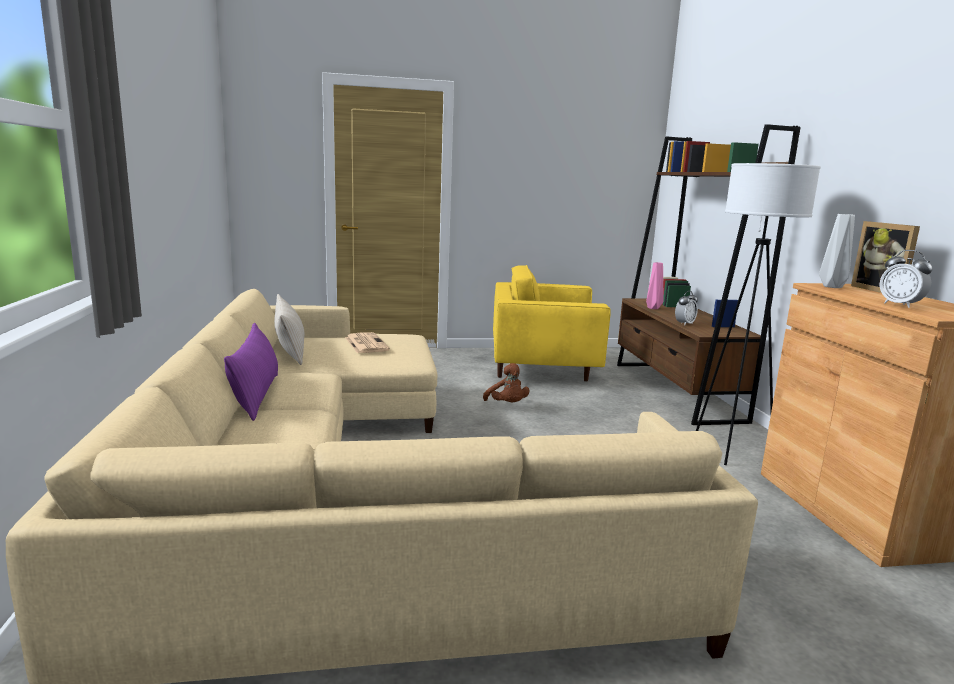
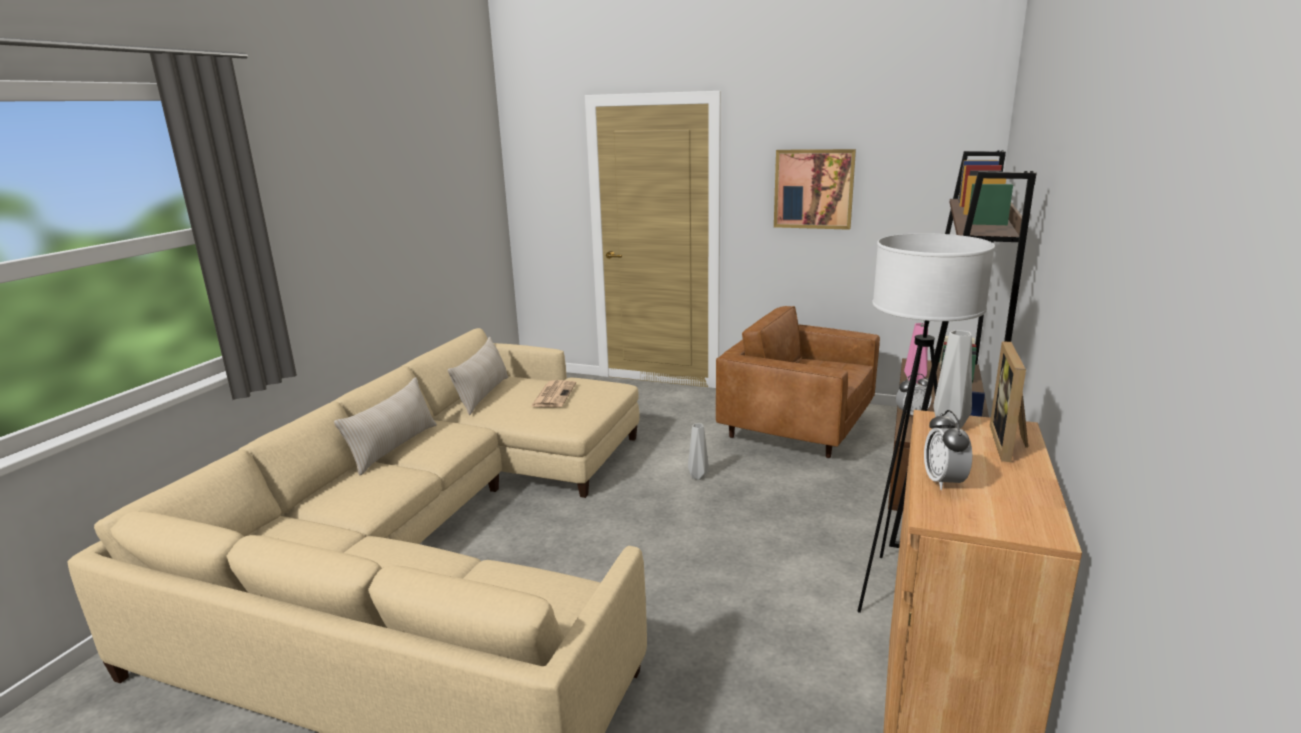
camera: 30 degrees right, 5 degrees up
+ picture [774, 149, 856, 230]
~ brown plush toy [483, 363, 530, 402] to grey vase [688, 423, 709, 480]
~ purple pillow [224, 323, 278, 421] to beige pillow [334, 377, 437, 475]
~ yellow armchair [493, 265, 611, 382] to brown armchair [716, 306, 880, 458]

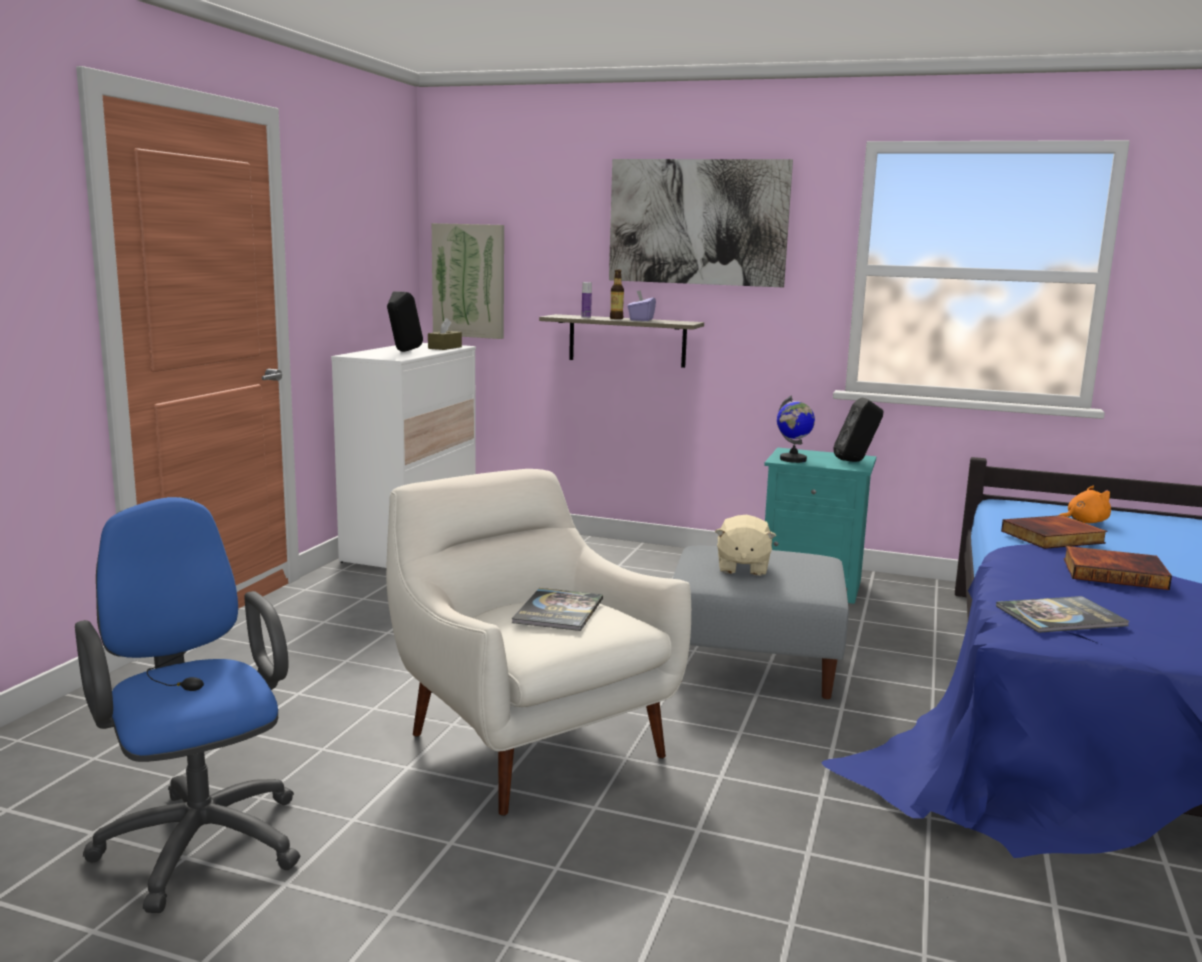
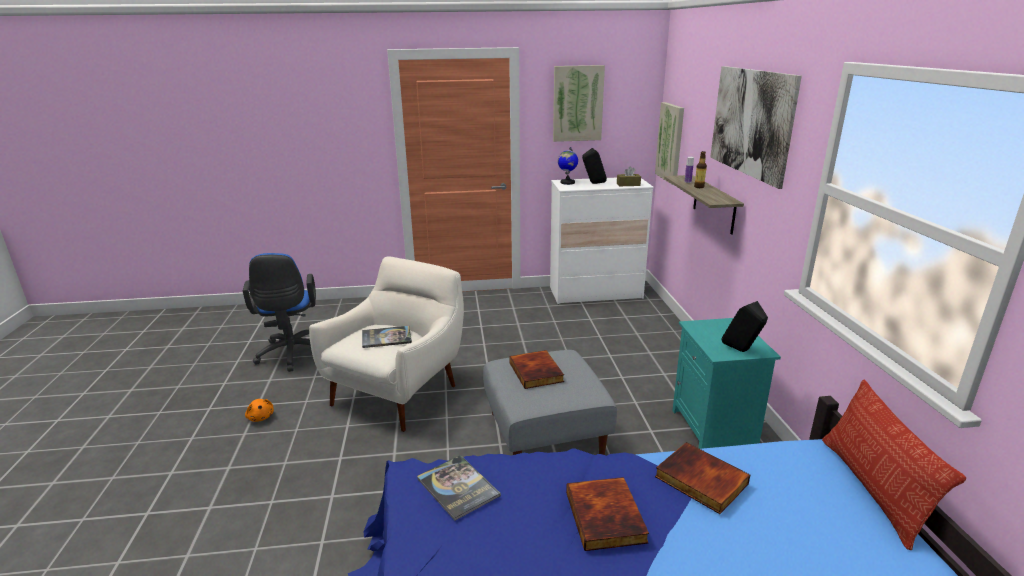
camera: 65 degrees right, 10 degrees up
- purple tissue box [628, 290, 656, 321]
+ picture [553, 65, 605, 142]
+ pillow [822, 379, 966, 550]
~ globe [777, 395, 815, 463] to [558, 147, 578, 185]
~ orange plush toy [1060, 486, 1111, 523] to [245, 399, 274, 422]
~ beige plush toy [715, 515, 776, 576] to book [509, 350, 564, 389]
~ blue office chair [75, 497, 300, 913] = [243, 253, 316, 372] 135 degrees clockwise

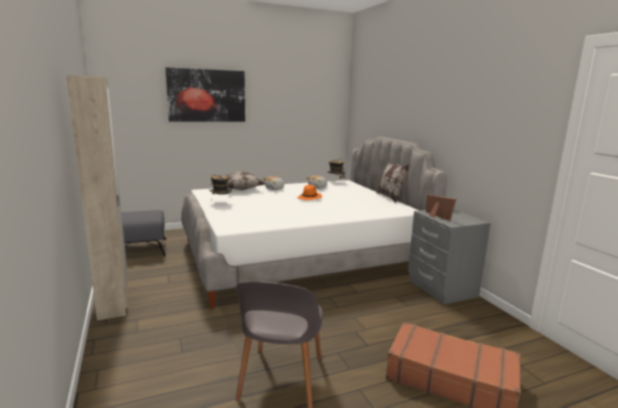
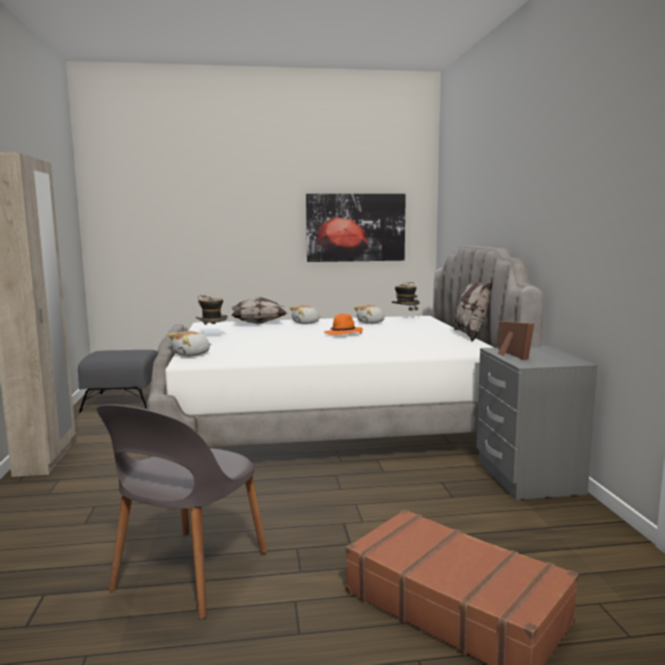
camera: 15 degrees right, 5 degrees down
+ plush toy [168, 331, 211, 357]
~ picture [165, 67, 245, 122] to [306, 194, 406, 262]

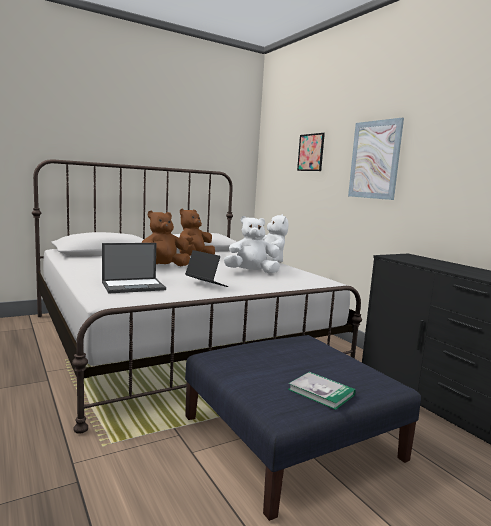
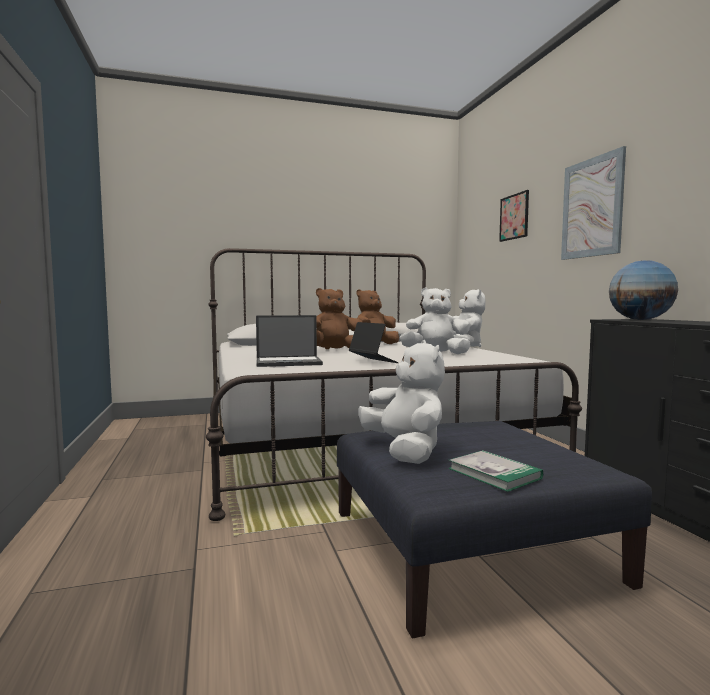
camera: 15 degrees right, 5 degrees down
+ white plush toy [358, 340, 445, 464]
+ globe [609, 260, 678, 320]

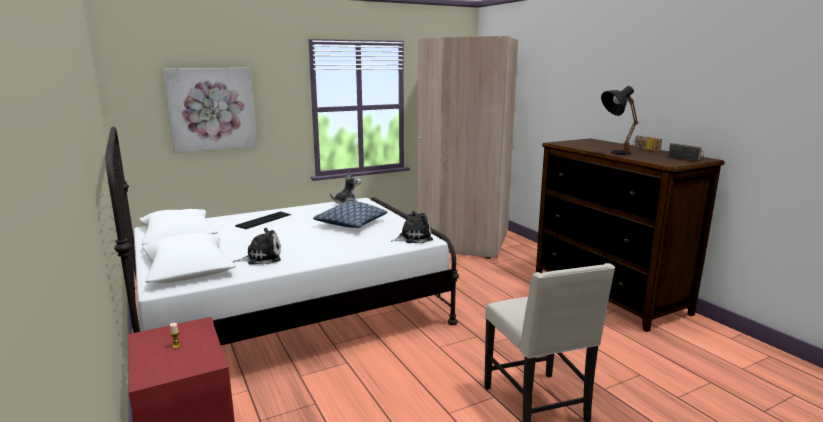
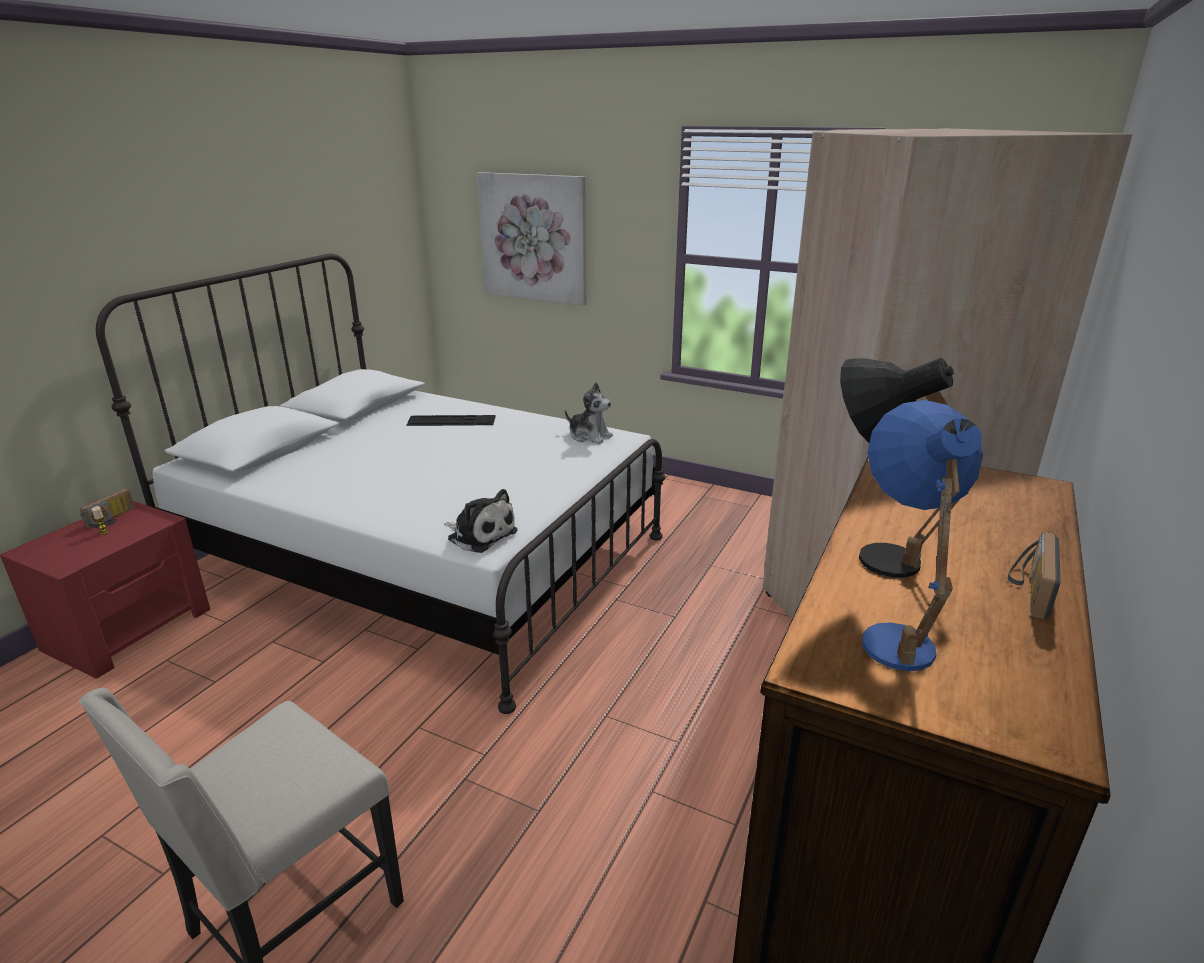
camera: 55 degrees right, 10 degrees up
- plush toy [233, 228, 281, 265]
- pillow [313, 201, 387, 228]
+ blue table lamp [862, 400, 983, 671]
~ radio [669, 143, 704, 161] to [80, 488, 135, 529]

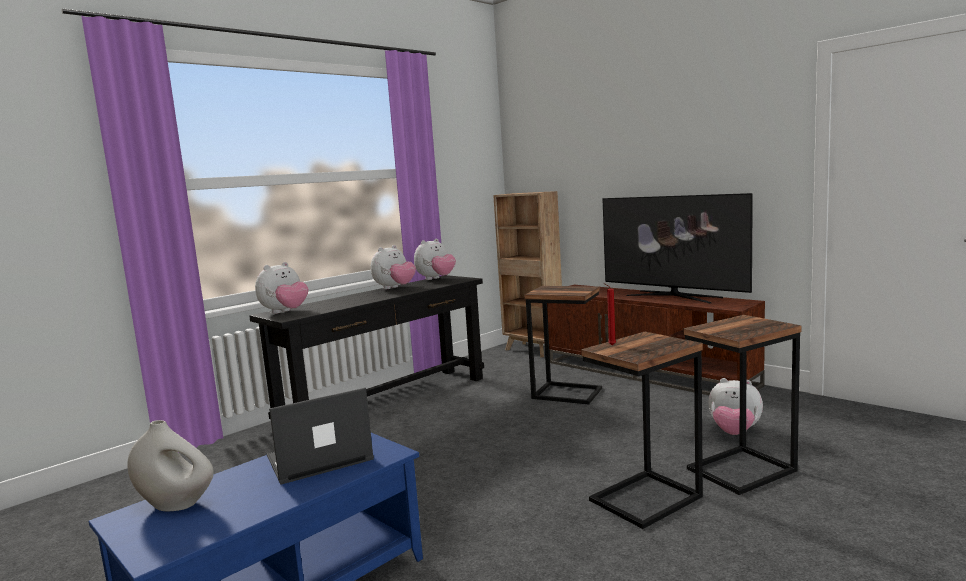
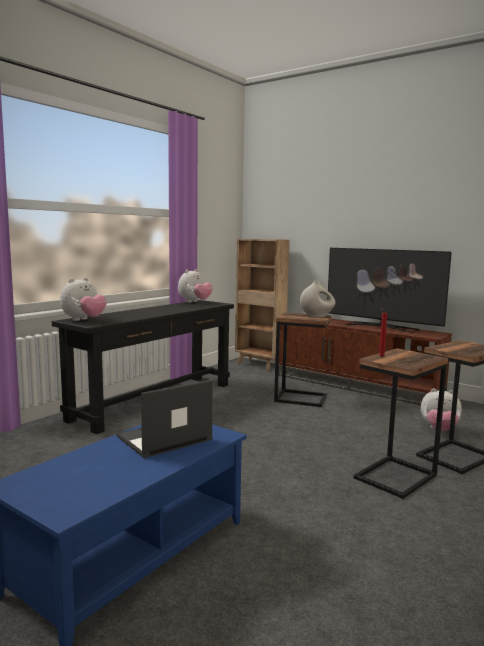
camera: 10 degrees left, 0 degrees up
- plush toy [371, 245, 416, 289]
~ white vase [127, 420, 214, 511] to [300, 281, 335, 317]

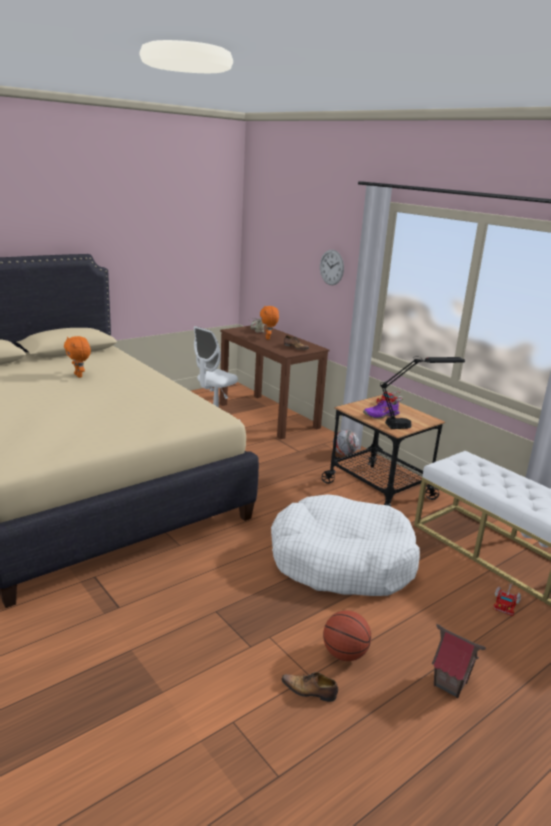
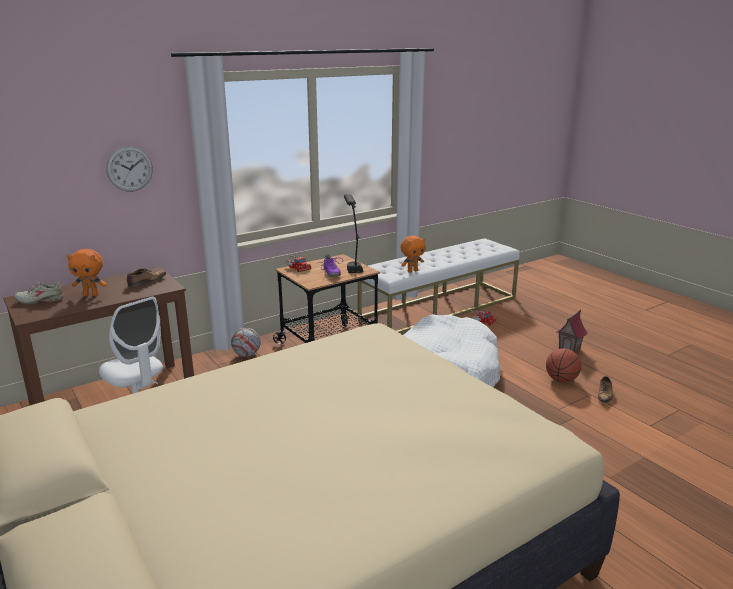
camera: 85 degrees left, 0 degrees up
~ orange plush toy [64, 336, 91, 378] to [401, 236, 426, 273]

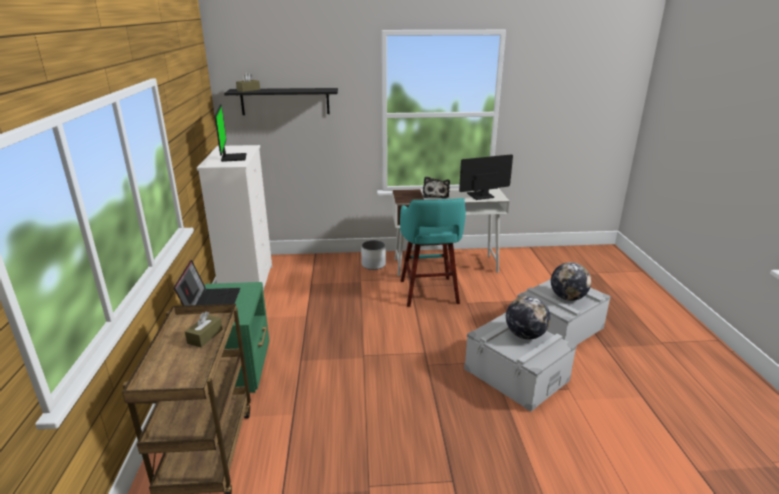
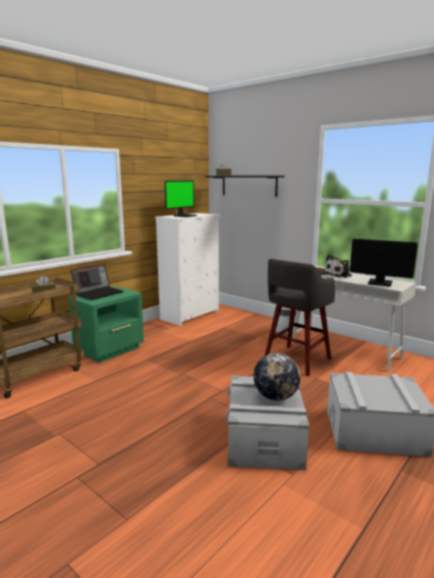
camera: 45 degrees right, 10 degrees down
- globe [551, 262, 591, 301]
~ turquoise stool [400, 198, 466, 307] to grey stool [265, 259, 335, 377]

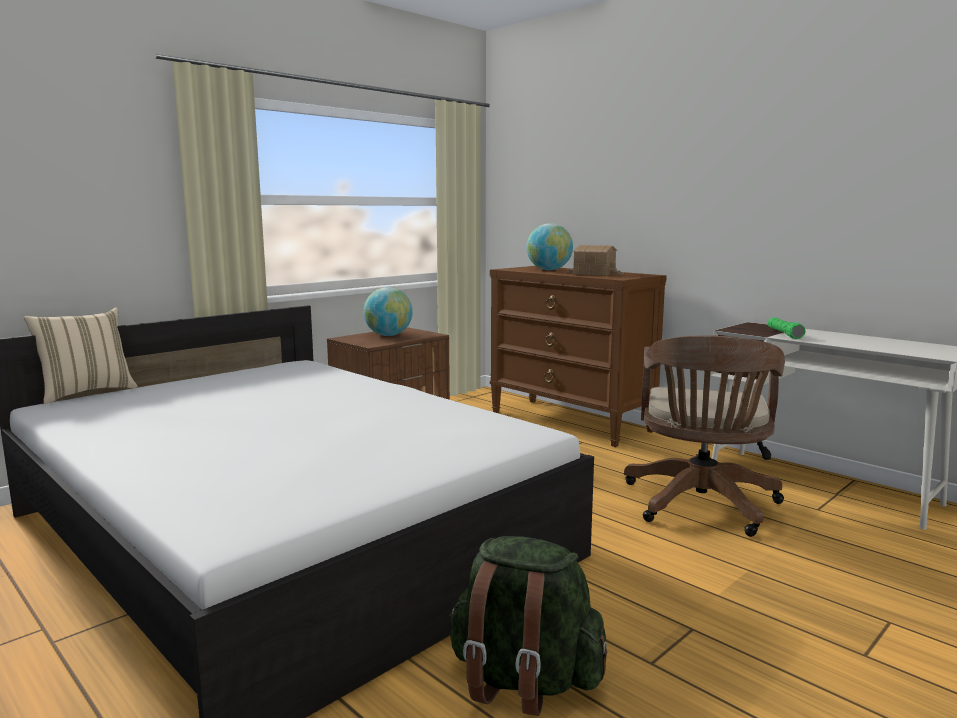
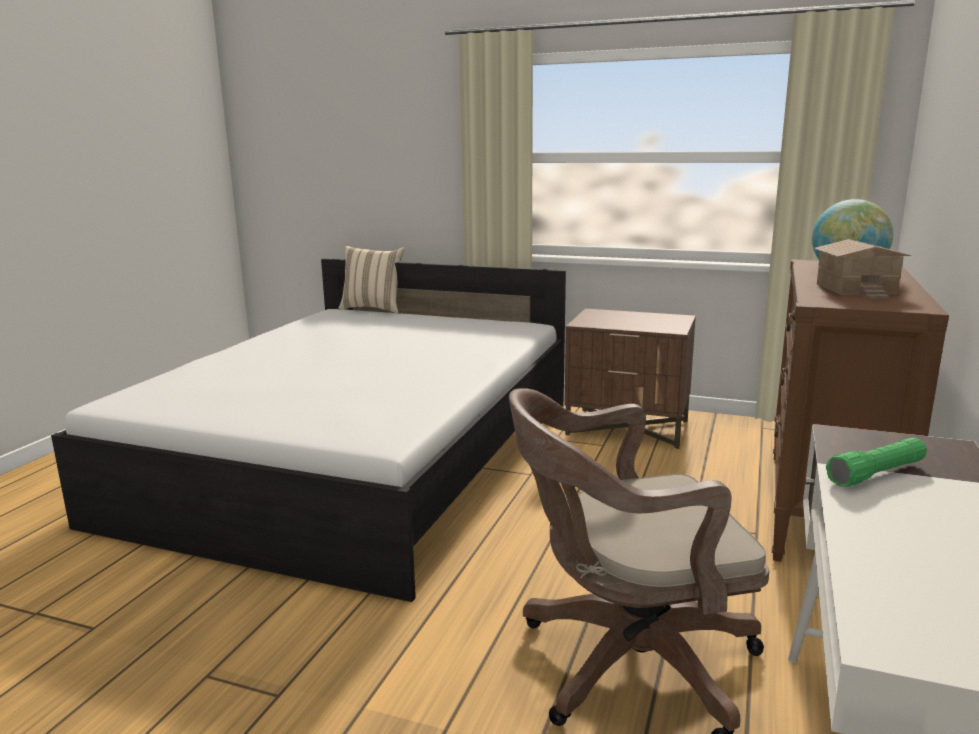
camera: 65 degrees right, 5 degrees up
- globe [363, 287, 413, 336]
- green backpack [449, 536, 607, 716]

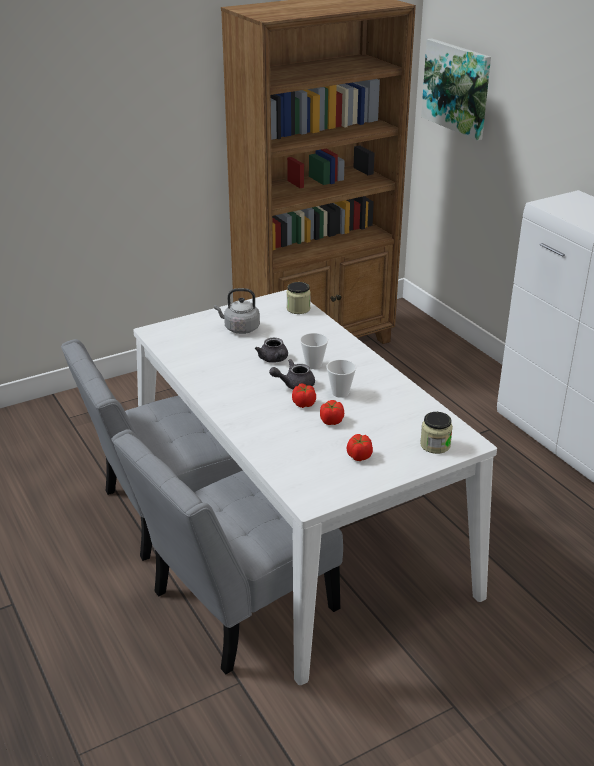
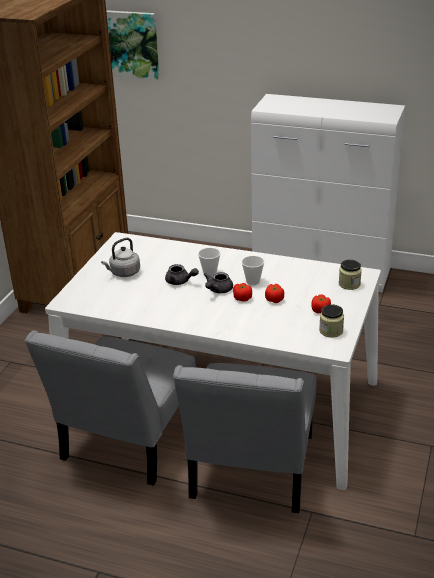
camera: 40 degrees left, 0 degrees up
~ jar [286, 282, 311, 314] to [319, 305, 344, 338]

